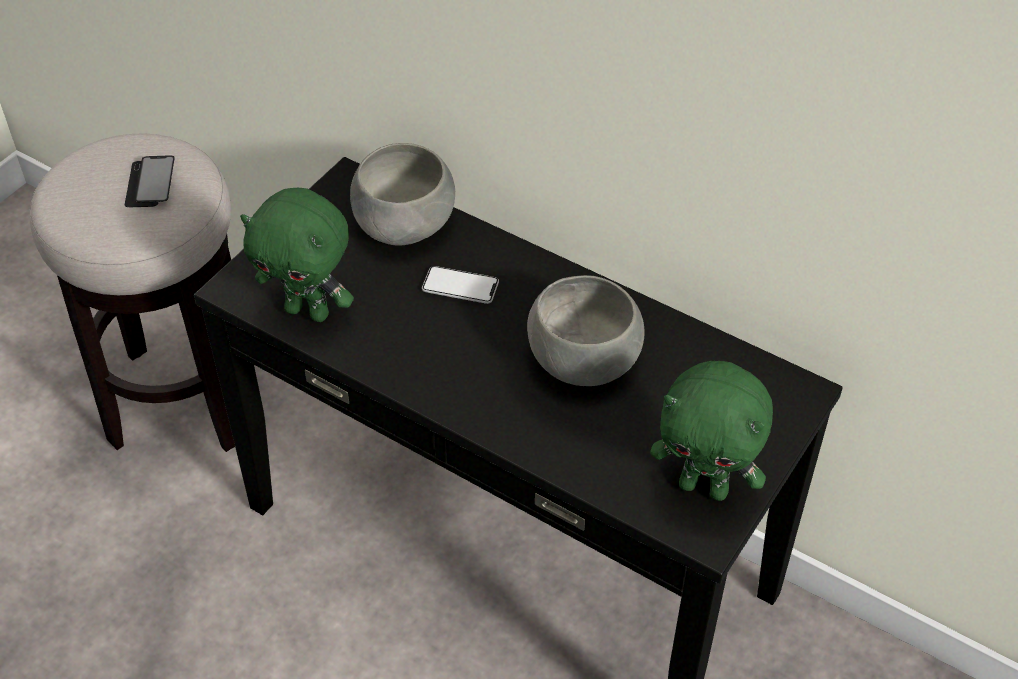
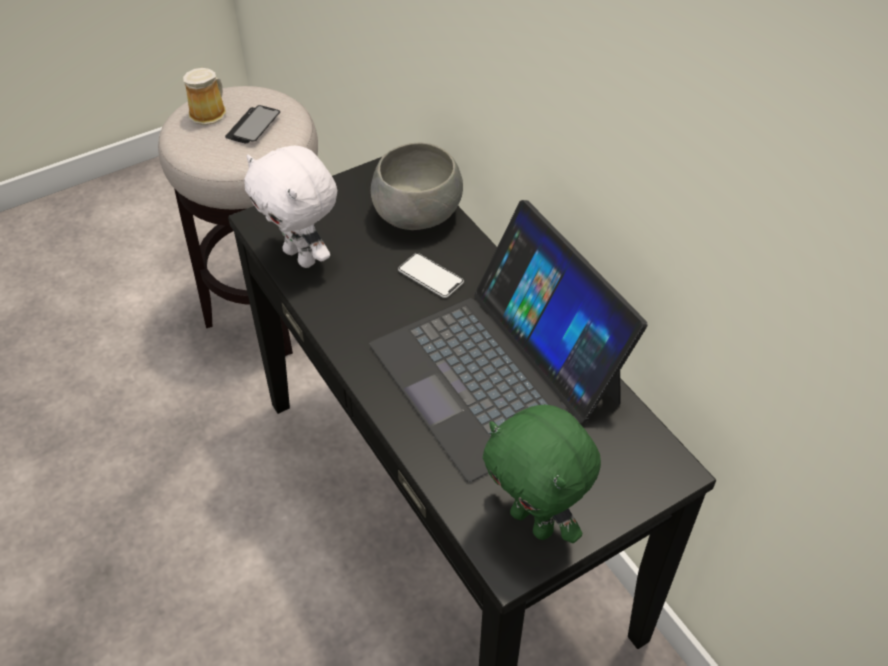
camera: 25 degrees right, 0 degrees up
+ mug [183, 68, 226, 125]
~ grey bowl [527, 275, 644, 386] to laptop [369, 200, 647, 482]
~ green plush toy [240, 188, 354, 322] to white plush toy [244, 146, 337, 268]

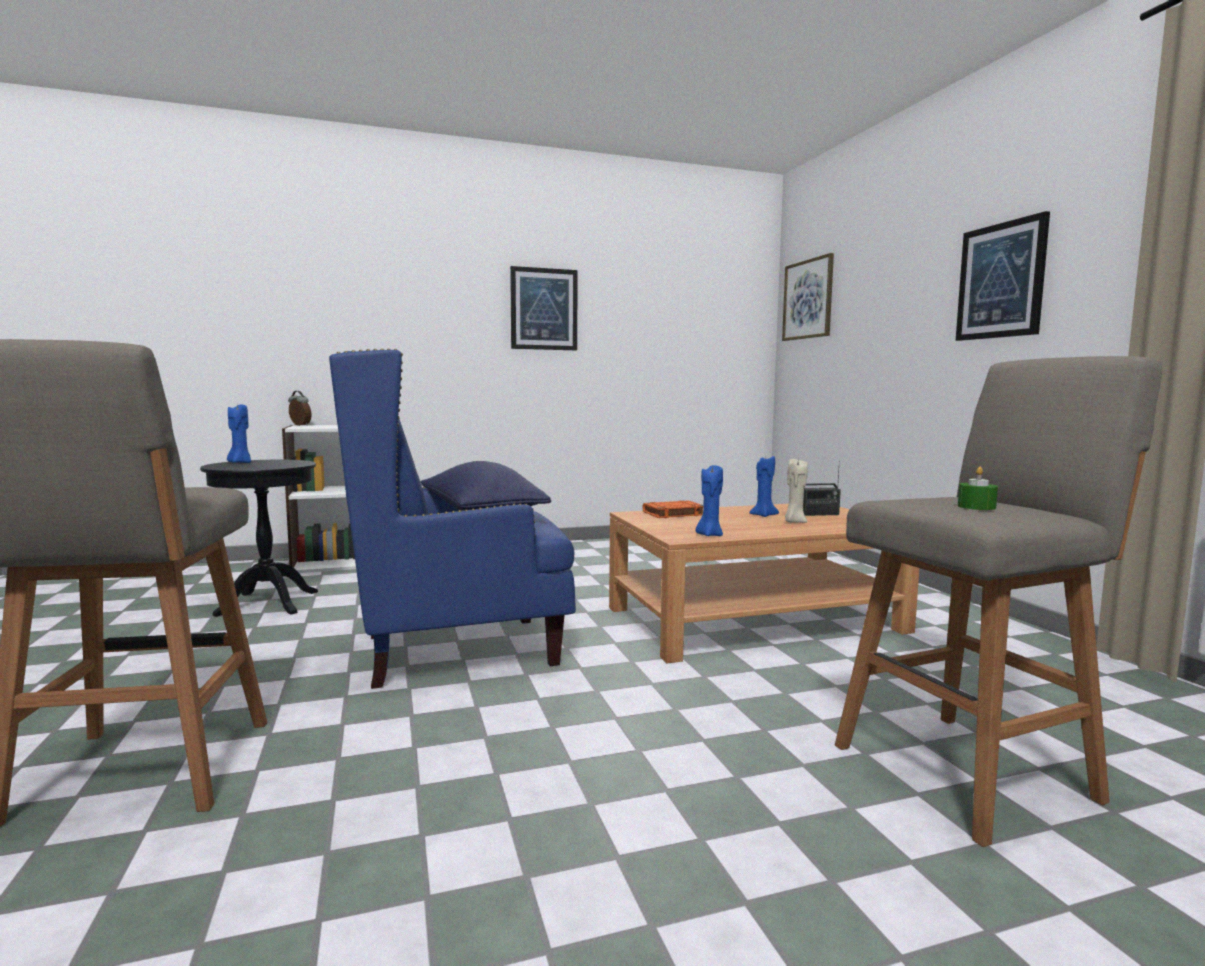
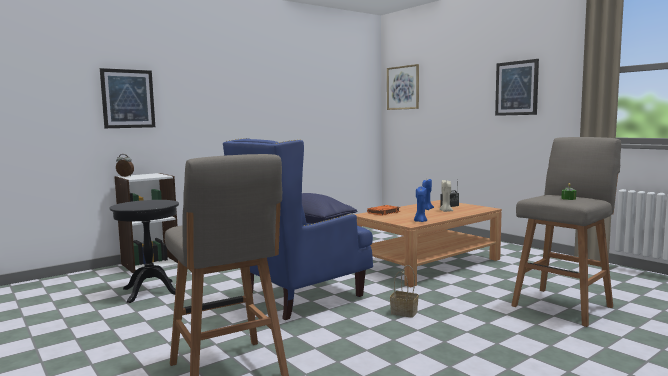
camera: 20 degrees left, 0 degrees up
- blue candle [227, 405, 251, 463]
+ basket [390, 265, 419, 318]
~ picture [510, 266, 577, 350] to [100, 68, 155, 128]

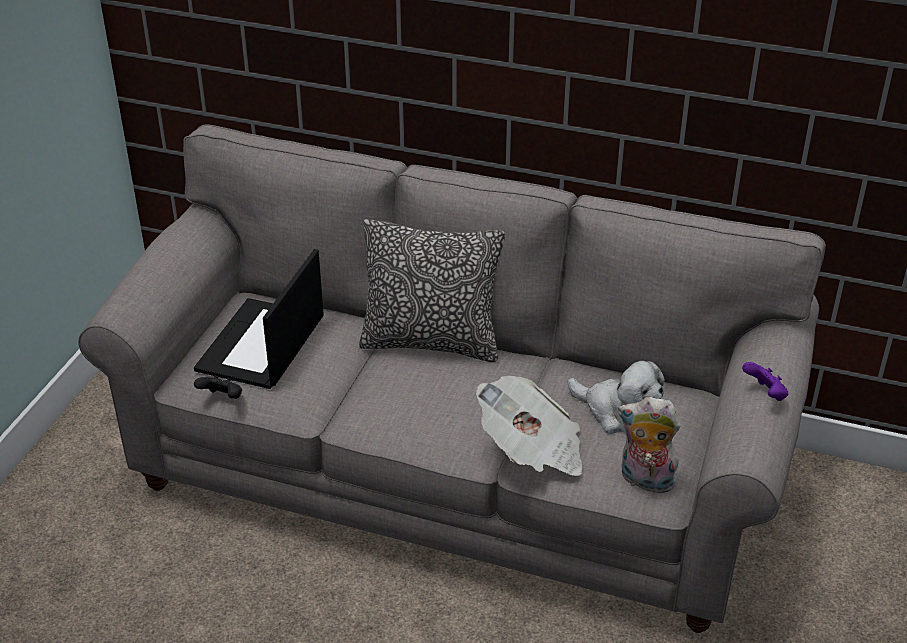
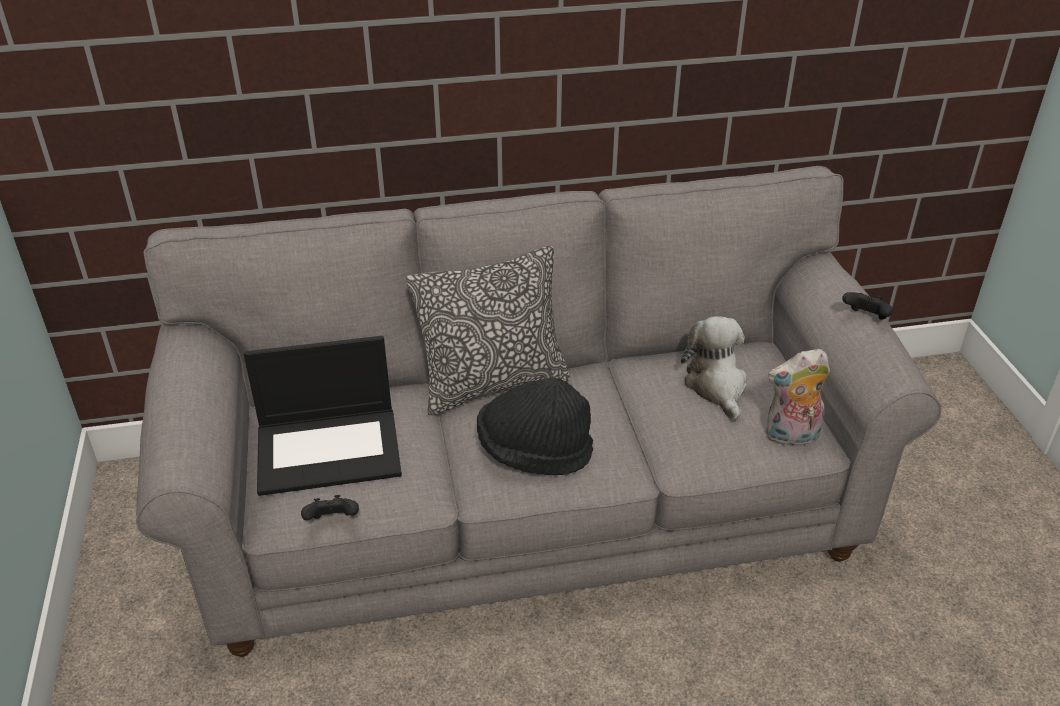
camera: 30 degrees left, 0 degrees up
- newspaper [476, 376, 582, 476]
+ black hat [477, 377, 593, 475]
~ purple game controller [742, 362, 789, 401] to black game controller [842, 292, 894, 319]
~ laptop [194, 249, 324, 389] = [244, 336, 402, 496] 90 degrees counterclockwise
~ plush toy [568, 361, 665, 434] = [681, 316, 747, 421] 105 degrees counterclockwise

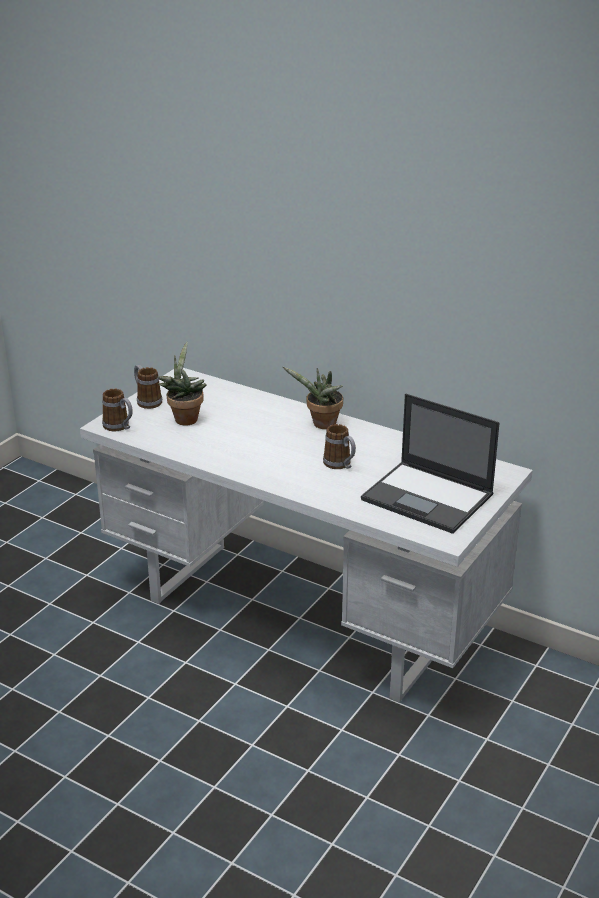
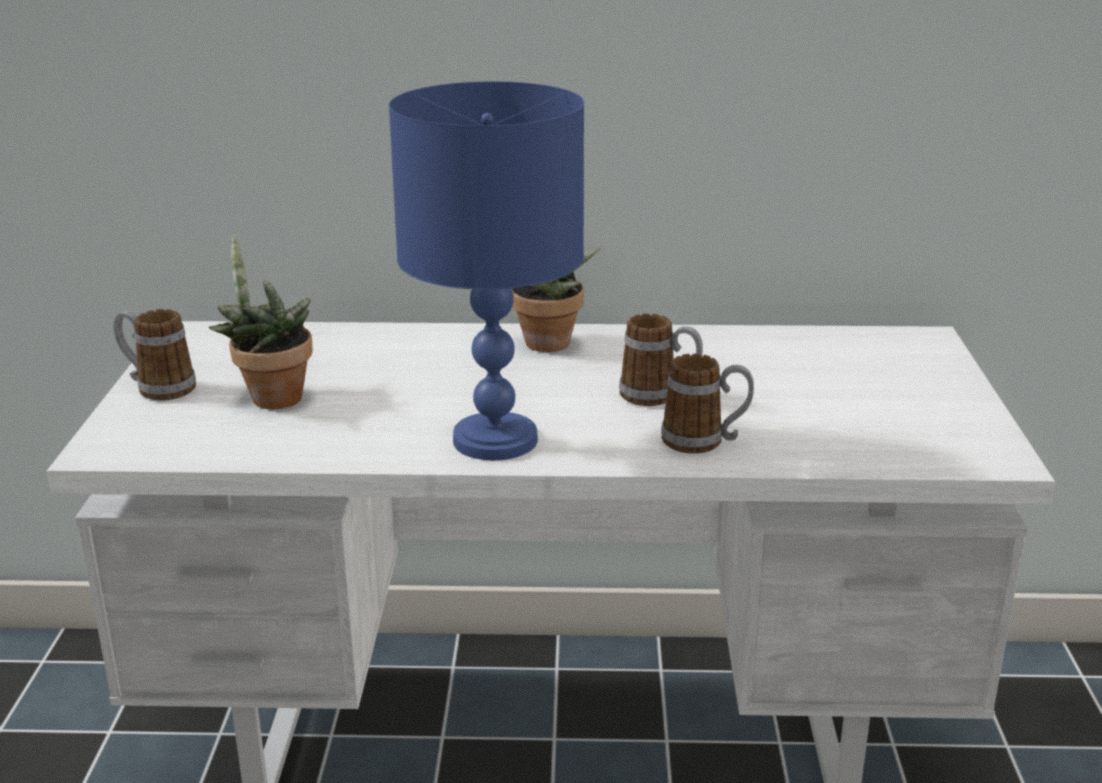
camera: 30 degrees left, 5 degrees down
- laptop [361, 393, 500, 534]
+ blue table lamp [389, 81, 584, 460]
~ mug [102, 389, 133, 431] to [661, 354, 754, 454]

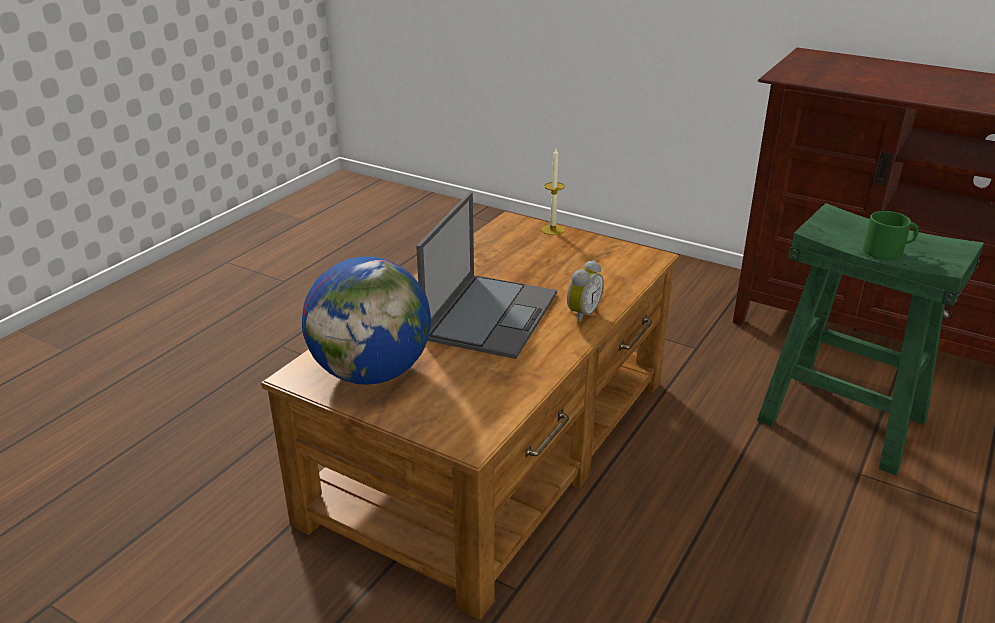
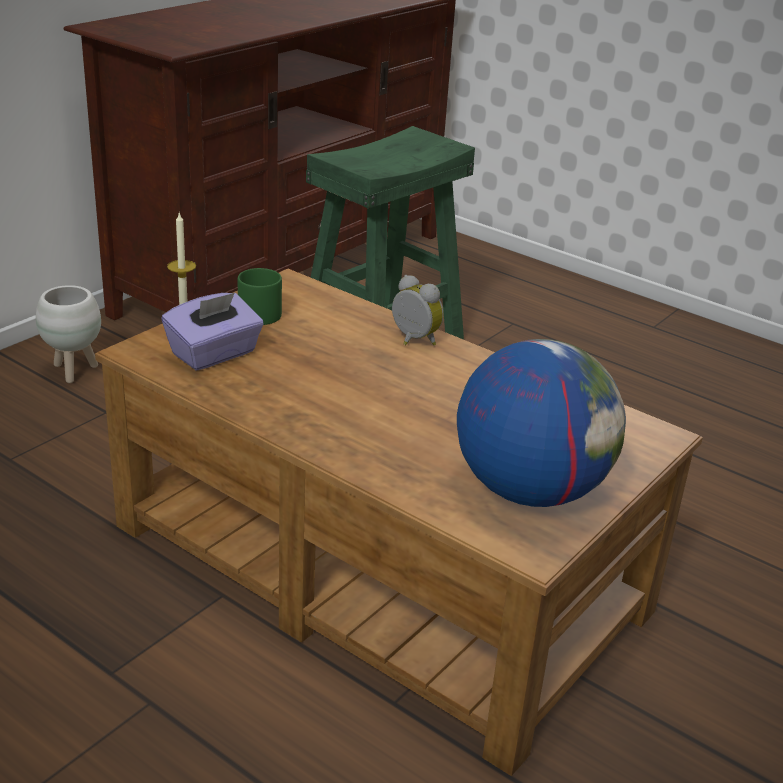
camera: 85 degrees left, 0 degrees up
- laptop [416, 192, 557, 359]
+ white planter [36, 285, 101, 383]
+ purple tissue box [161, 292, 264, 371]
~ green mug [863, 211, 919, 260] to [238, 268, 282, 325]

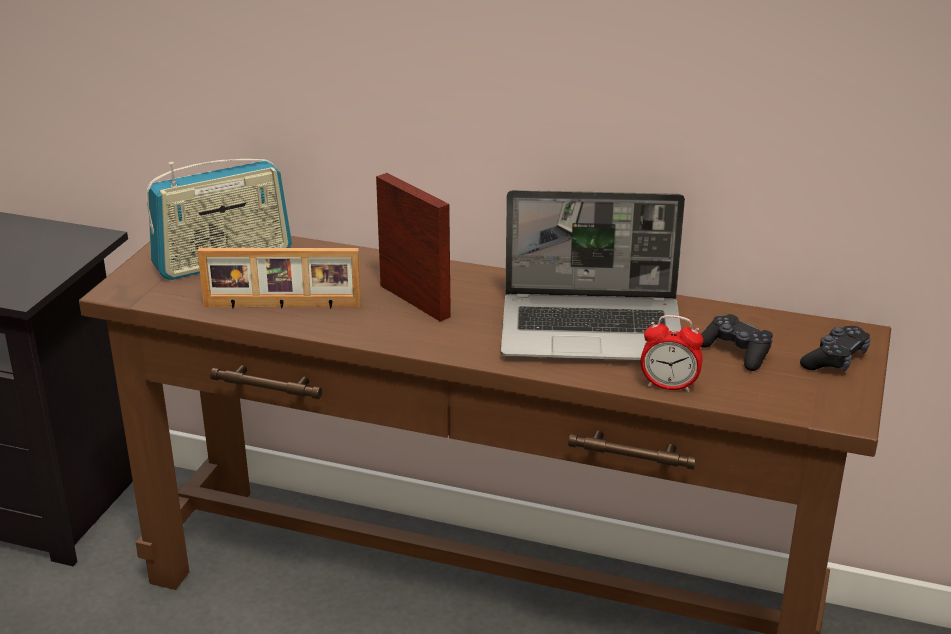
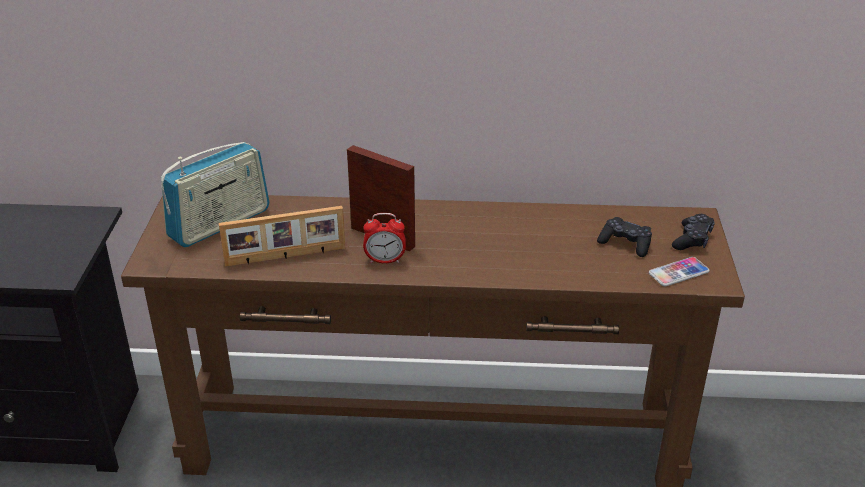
camera: 15 degrees left, 5 degrees up
- laptop [501, 190, 685, 360]
+ phone [649, 257, 709, 286]
~ alarm clock [640, 315, 703, 392] to [363, 213, 406, 264]

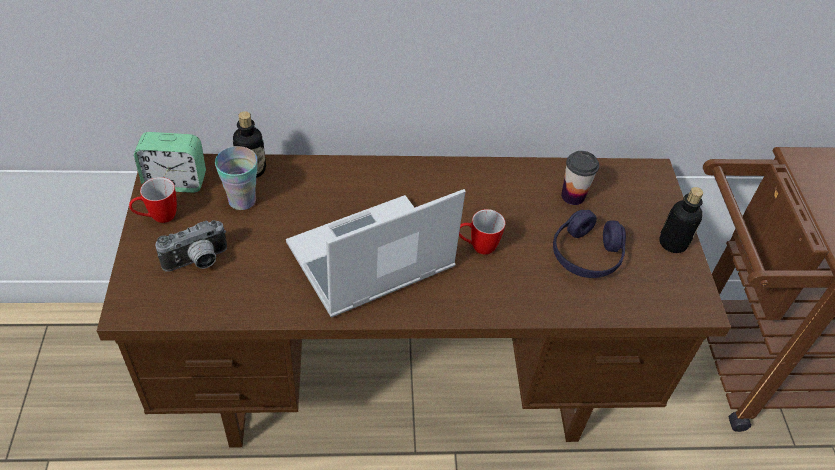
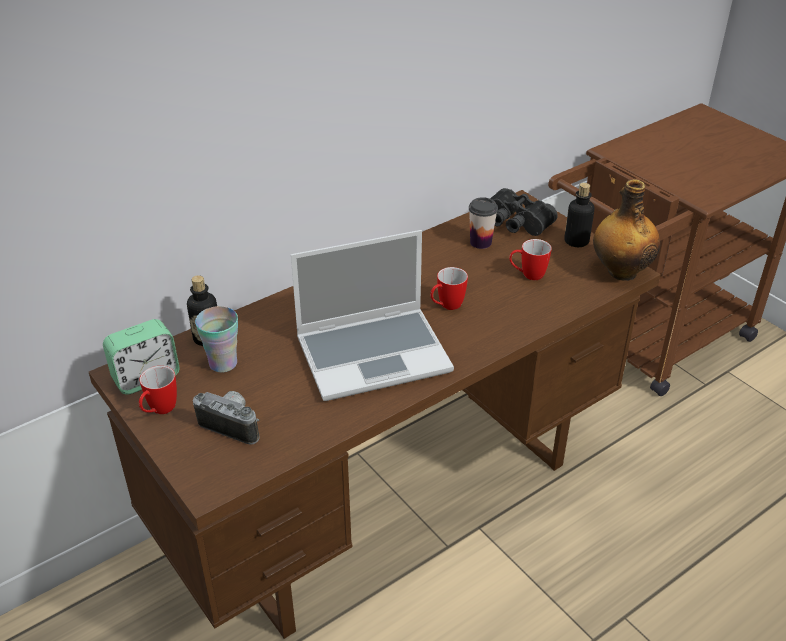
camera: 30 degrees left, 10 degrees down
+ black binoculars [490, 188, 558, 236]
+ bottle [593, 179, 660, 281]
~ purple headphones [553, 210, 626, 278] to mug [509, 239, 552, 280]
~ photo camera [155, 220, 227, 271] = [193, 391, 259, 444] 90 degrees counterclockwise
~ laptop [286, 189, 465, 318] = [291, 230, 454, 401] 135 degrees counterclockwise

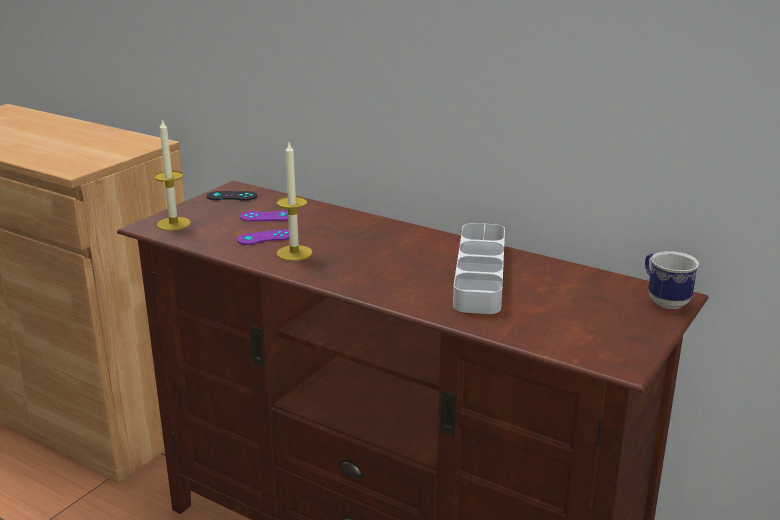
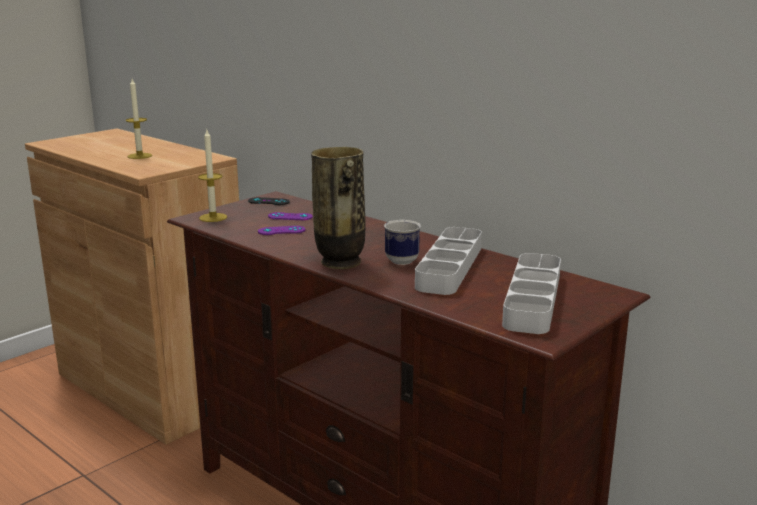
camera: 10 degrees right, 5 degrees down
+ vase [311, 147, 365, 269]
+ grey tray [502, 253, 561, 334]
~ candle [276, 143, 313, 261] to [126, 79, 152, 159]
~ mug [645, 251, 699, 309] to [384, 220, 421, 265]

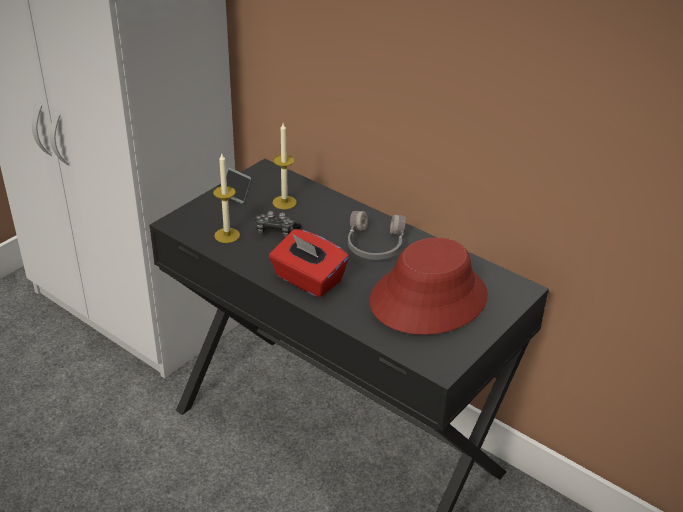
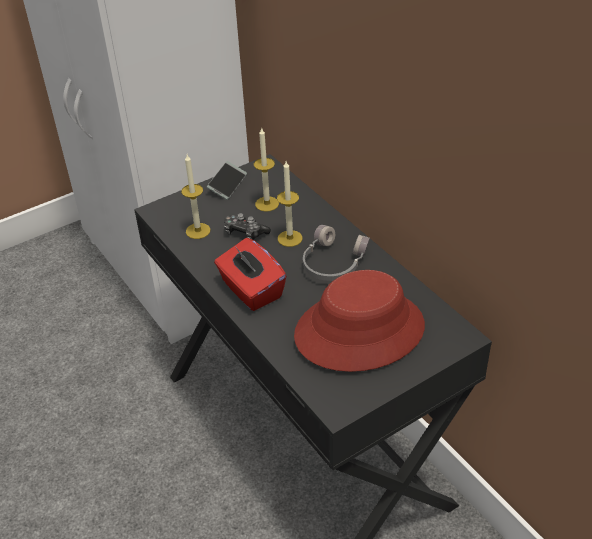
camera: 20 degrees right, 5 degrees up
+ candle [277, 161, 303, 247]

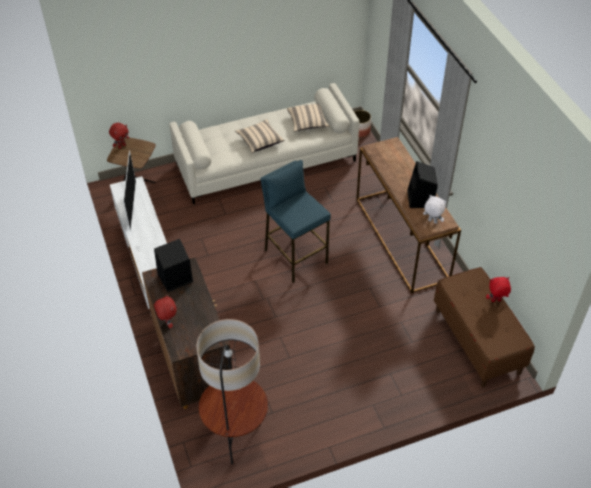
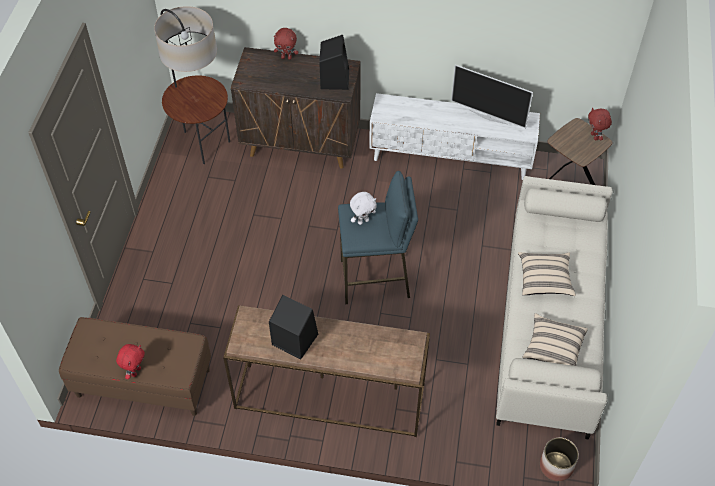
camera: 120 degrees right, 5 degrees up
~ white plush toy [423, 195, 446, 224] to [350, 192, 377, 225]

